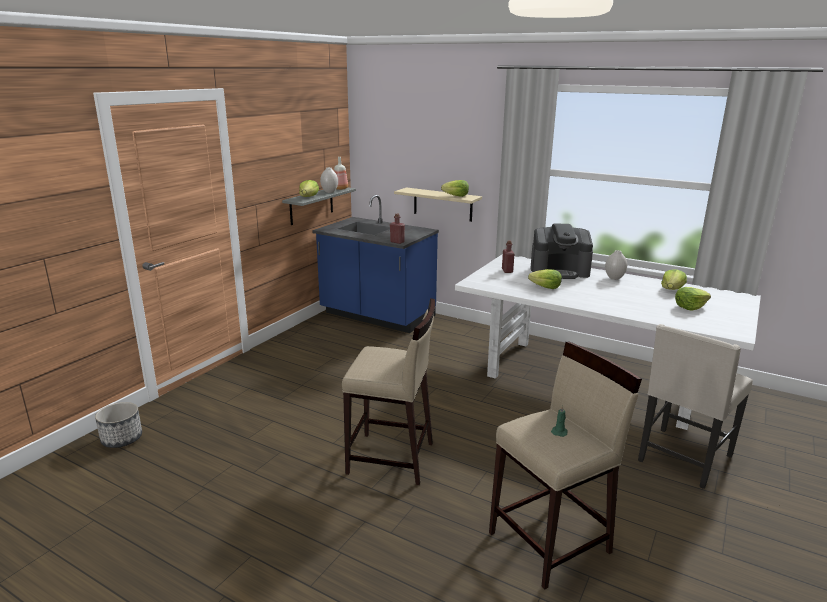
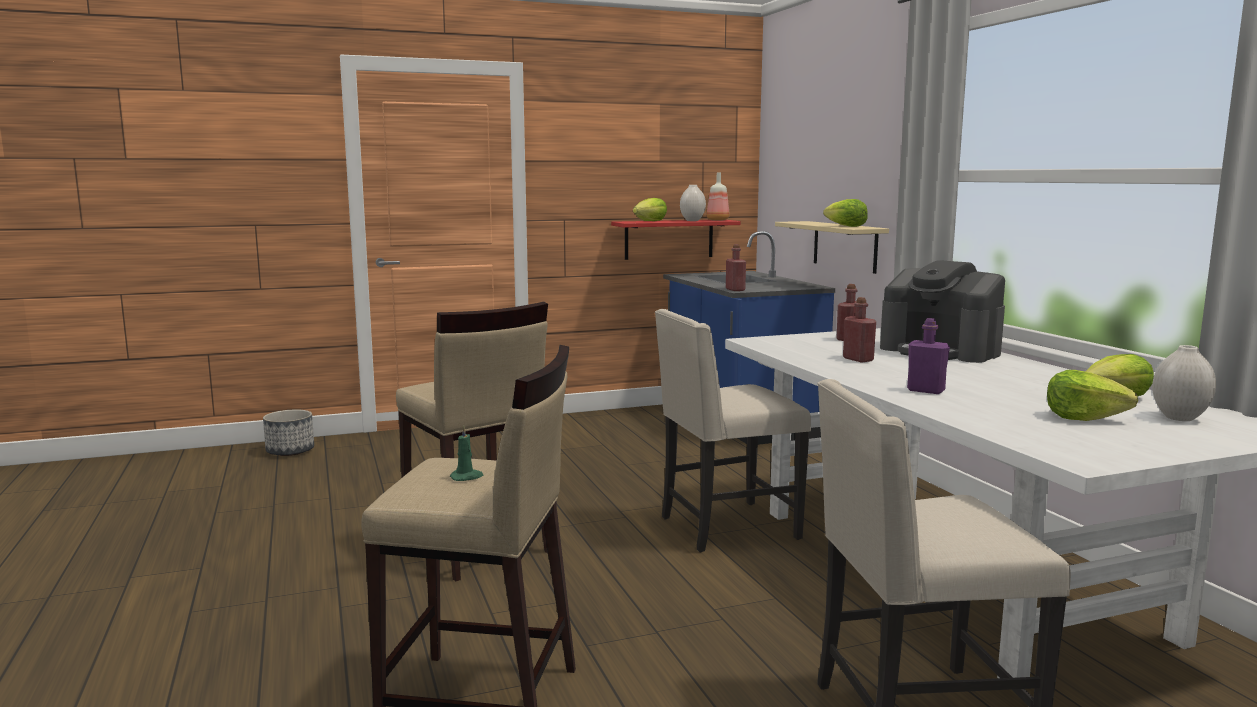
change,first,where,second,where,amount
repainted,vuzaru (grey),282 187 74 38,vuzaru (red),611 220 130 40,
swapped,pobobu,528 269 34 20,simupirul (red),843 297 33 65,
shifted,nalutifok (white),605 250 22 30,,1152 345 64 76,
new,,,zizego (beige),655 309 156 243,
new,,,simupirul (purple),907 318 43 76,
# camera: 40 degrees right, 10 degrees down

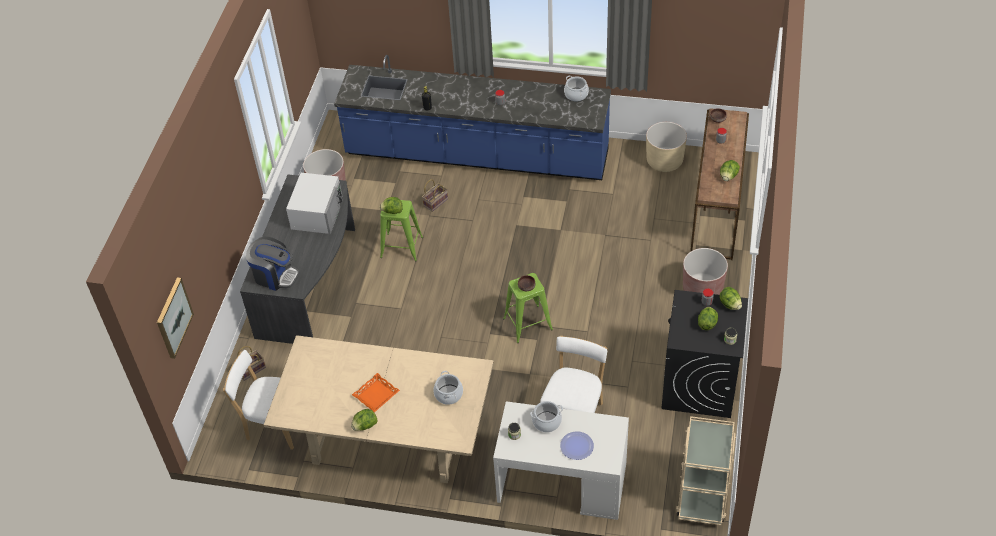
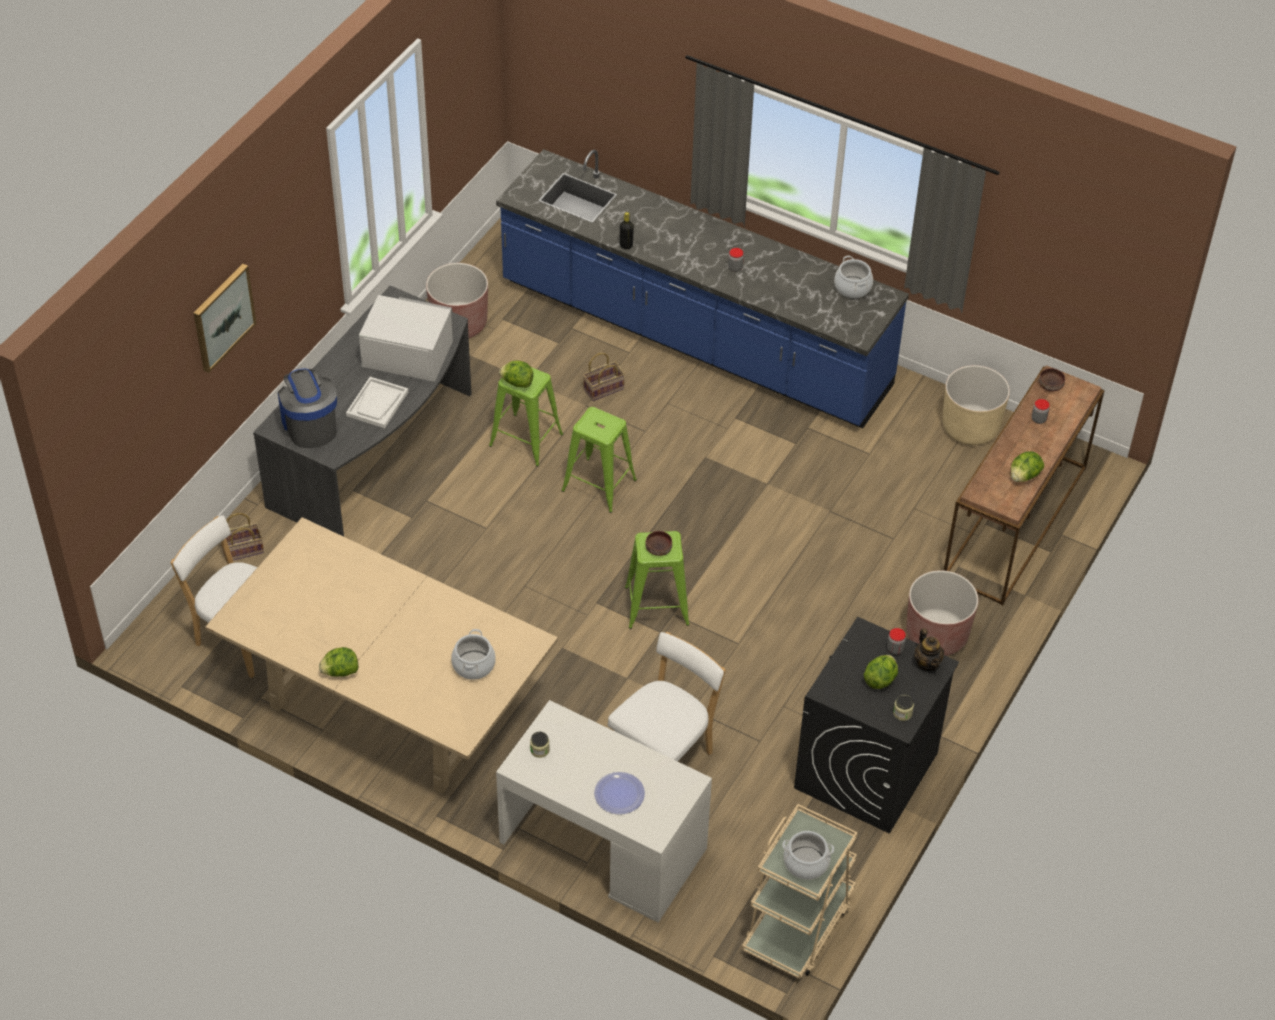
change,first,where,second,where,amount
shifted,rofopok,157 278 37 81,,194 264 63 109,
rotated,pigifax,246 237 54 54,,278 368 59 80,150 degrees counterclockwise
rotated,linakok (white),286 173 57 61,,359 295 95 87,105 degrees counterclockwise
gone,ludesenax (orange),352 373 48 39,,,
shifted,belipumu,530 401 33 31,,782 831 52 49,
swapped,pobobu,719 287 23 23,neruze,914 628 30 43,
new,,,ludesenax (white),346 377 62 51,
new,,,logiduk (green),561 407 76 106,
# camera: 15 degrees right, 0 degrees up

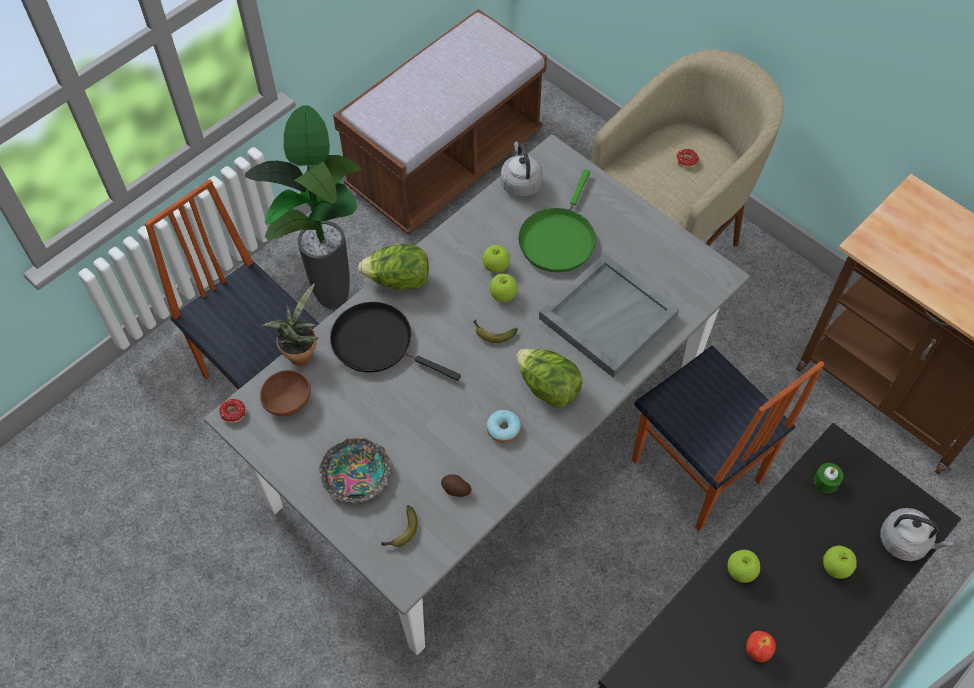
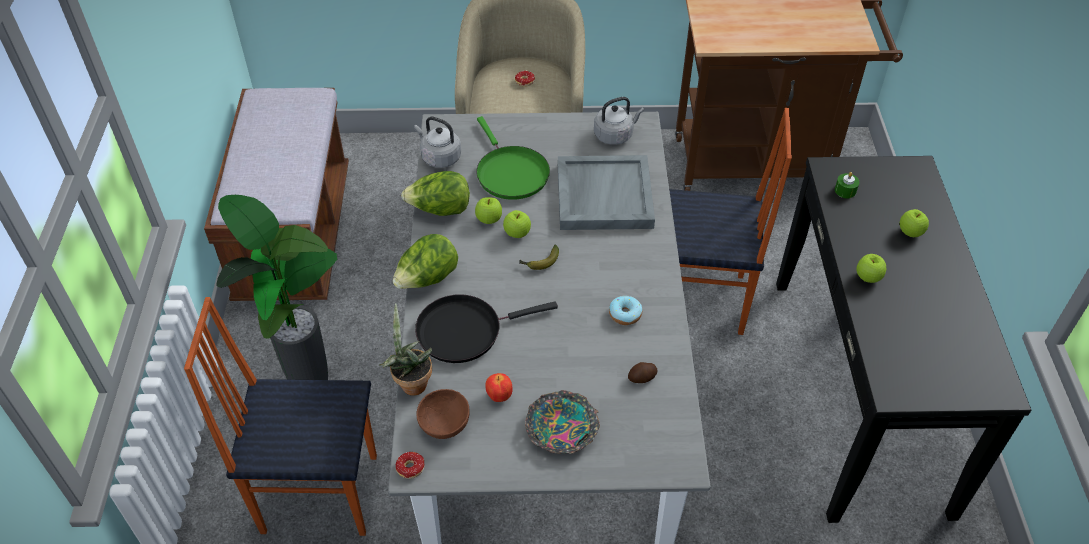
change,first,where,second,where,amount
gone,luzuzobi,381 505 37 42,,,
shifted,pobobu,516 349 67 58,,401 171 69 45,
shifted,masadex,746 631 30 31,,485 373 28 29,
shifted,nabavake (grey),880 508 73 53,,594 97 50 48,
# camera: 45 degrees left, 10 degrees down

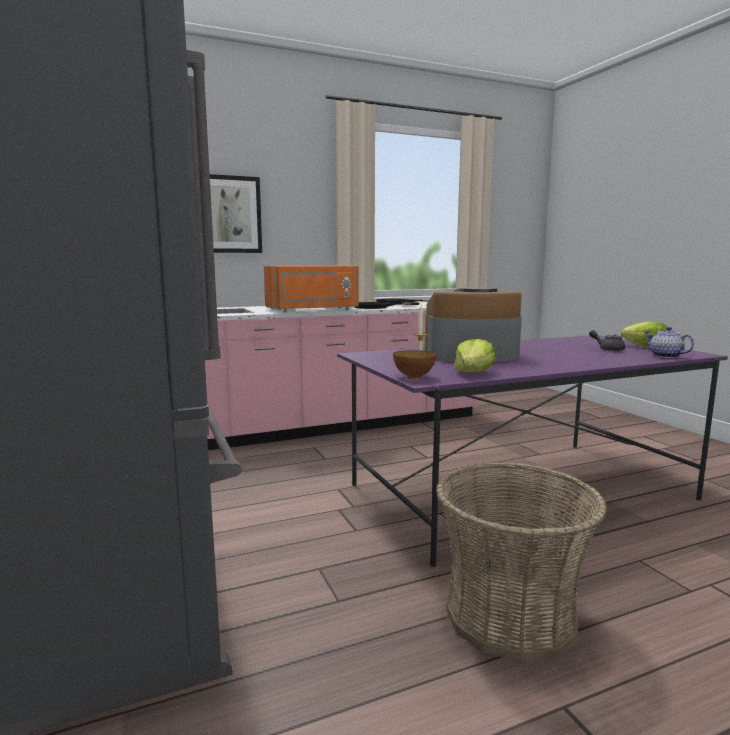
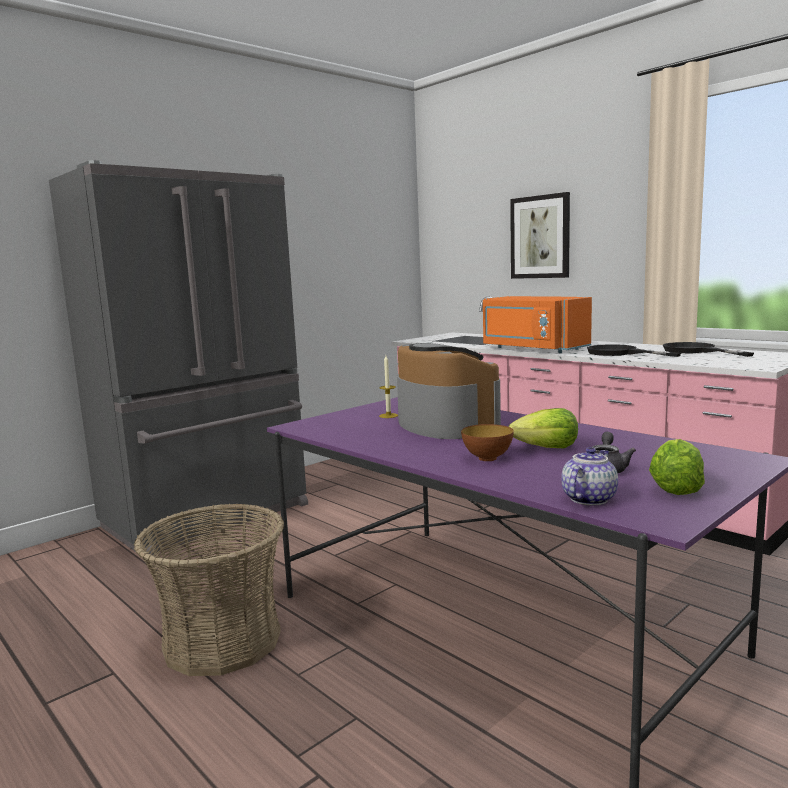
change,first,where,second,where,amount
shifted,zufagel,393 350 43 29,,461 424 53 37,
shifted,pobobu,454 338 42 34,,509 408 69 40,
# camera: 70 degrees right, 0 degrees up

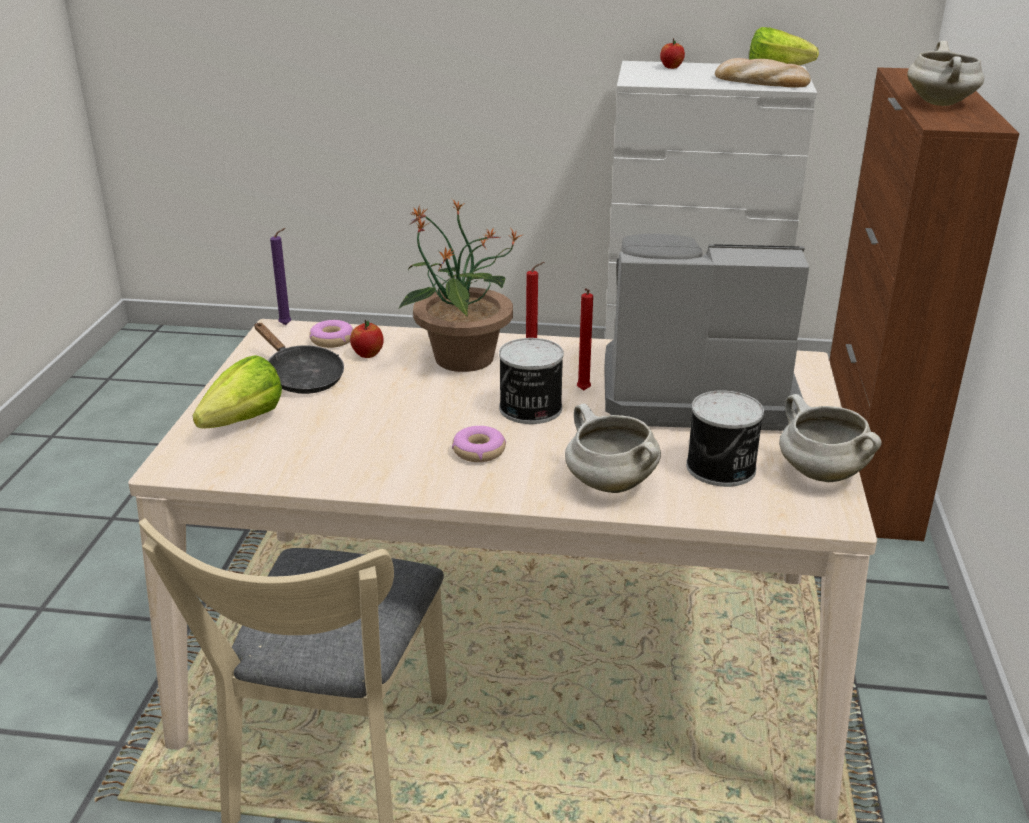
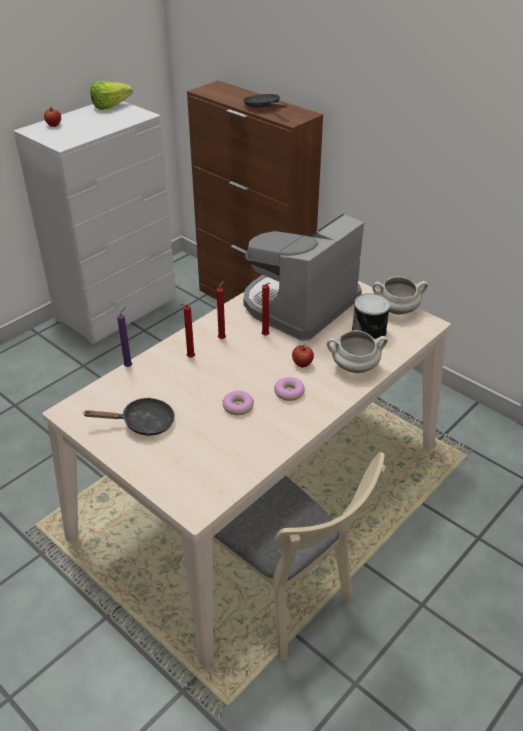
change,first,where,second,where,amount
gone,pobobu,193 355 89 73,,,
shifted,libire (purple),270 228 21 97,,117 307 15 60,
shifted,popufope,309 320 45 28,,222 391 32 24,
shifted,masadex,350 320 34 38,,292 345 22 22,
swapped,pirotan,398 199 124 173,libire (red),180 304 15 54,
gone,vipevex,499 338 65 86,,,
gone,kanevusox,715 58 96 30,,,
swapped,belipumu (white),907 41 77 65,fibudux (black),243 94 44 14,
# camera: 55 degrees left, 10 degrees up

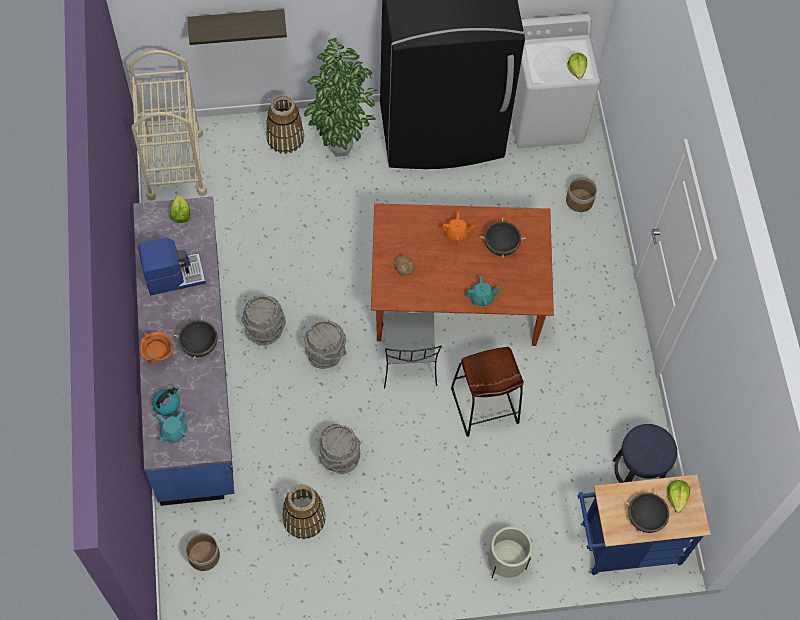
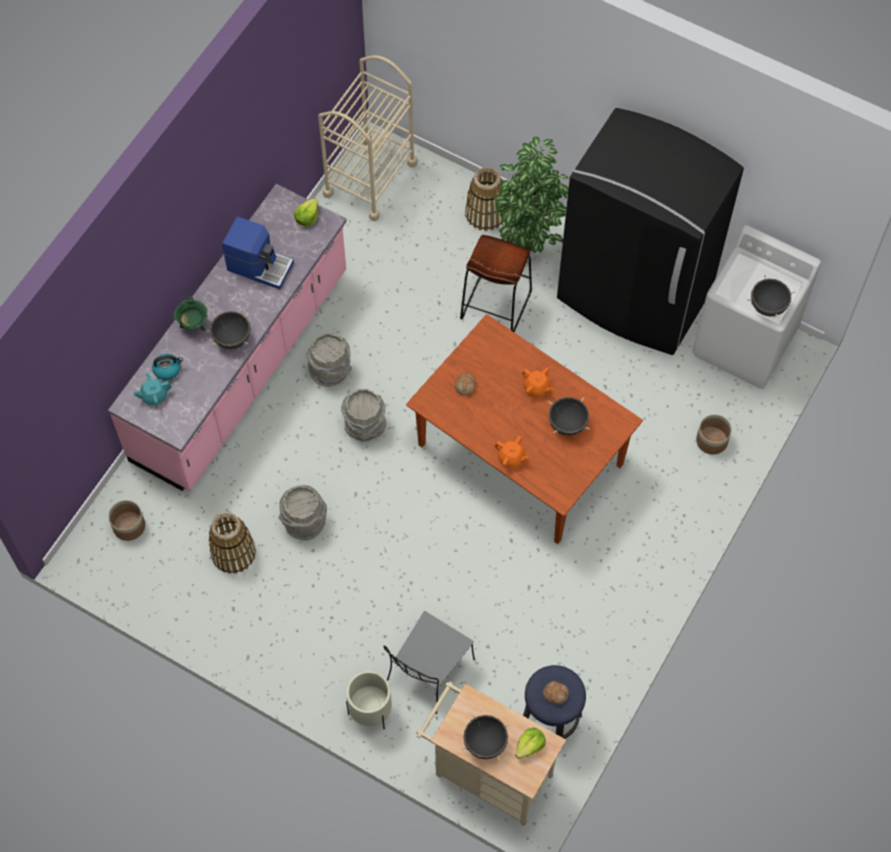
change,first,where,second,where,amount
repainted,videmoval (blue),133 197 101 309,videmoval (pink),108 184 239 307,
repainted,belipumu (orange),140 332 33 32,belipumu (green),173 296 34 35,
gone,vuzaru,188 9 99 36,,,
shifted,zizego (grey),382 312 60 77,,383 611 92 103,
shifted,logiduk (brown),451 347 73 90,,460 235 72 98,
repainted,neruze (turquoise),465 276 36 30,neruze (orange),495 436 35 32,
swapped,pobobu,567 53 20 26,belipumu (black),747 275 49 43,
repainted,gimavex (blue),577 475 134 100,gimavex (beige),416 682 150 144,
new,,,kanevusox,543 681 26 24,
# camera: 40 degrees right, 0 degrees up

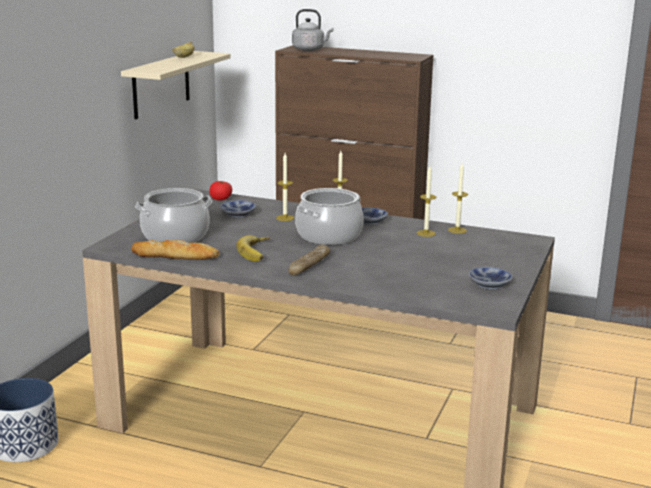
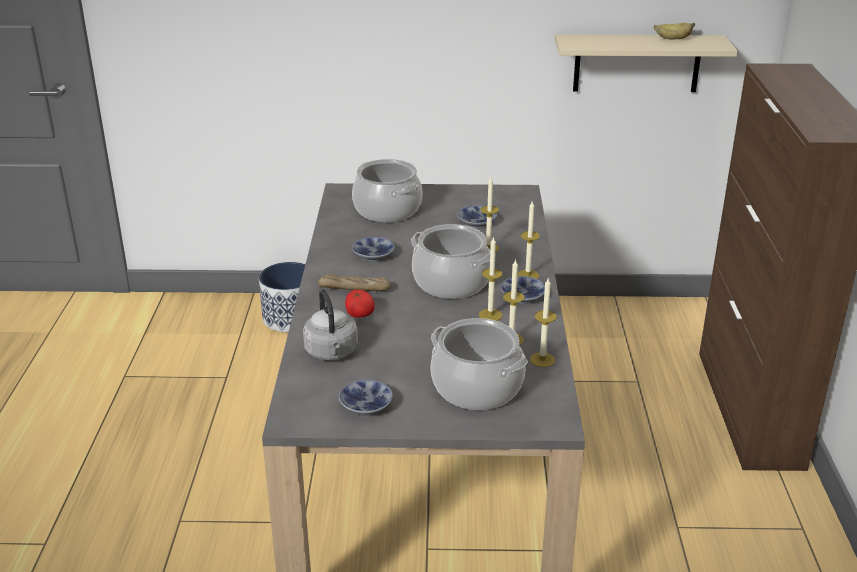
change,first,where,second,where,amount
gone,kanevusox,131 240 89 20,,,
shifted,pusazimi,209 181 23 20,,345 290 30 28,
swapped,luzuzobi,236 235 34 27,zufagel,352 237 43 25,
shifted,nabavake (grey),292 9 41 42,,303 289 55 72,
new,,,belipumu,430 318 98 92,
new,,,libire,479 236 23 85,
# camera: 70 degrees right, 10 degrees up

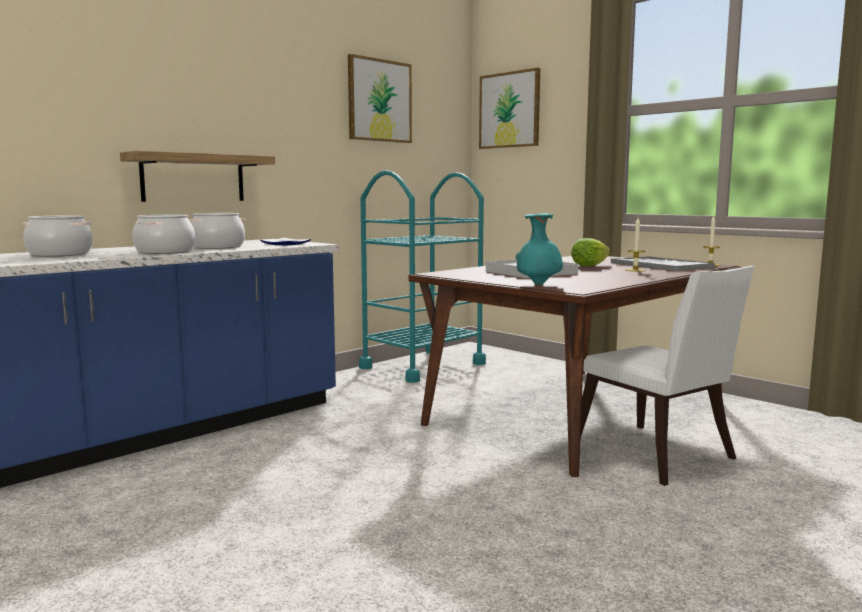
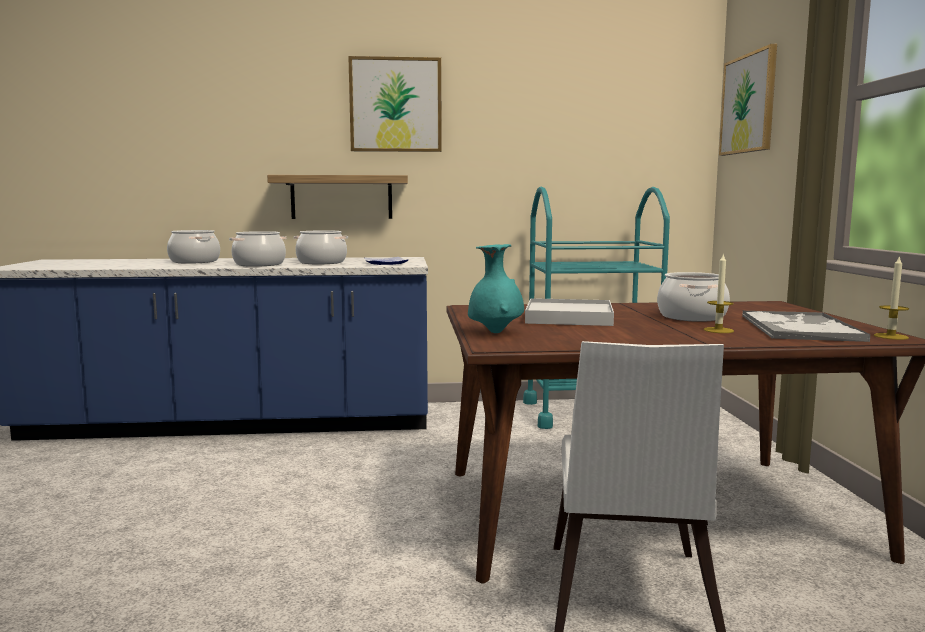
change,first,where,second,where,amount
shifted,rofopok,348 54 64 89,,348 56 94 96,
swapped,pobobu,571 238 39 28,belipumu,657 272 73 50,
# camera: 40 degrees right, 0 degrees up

